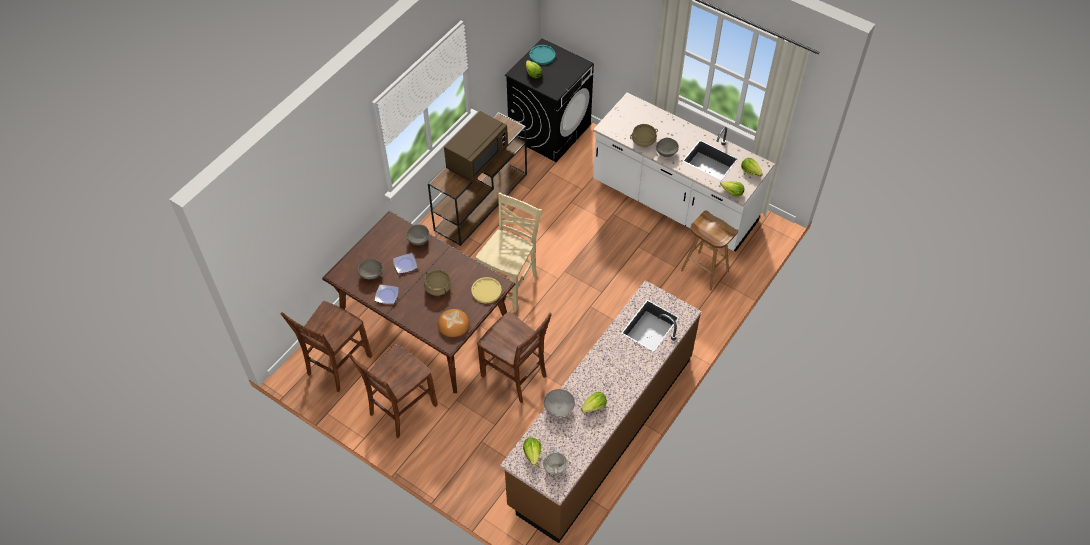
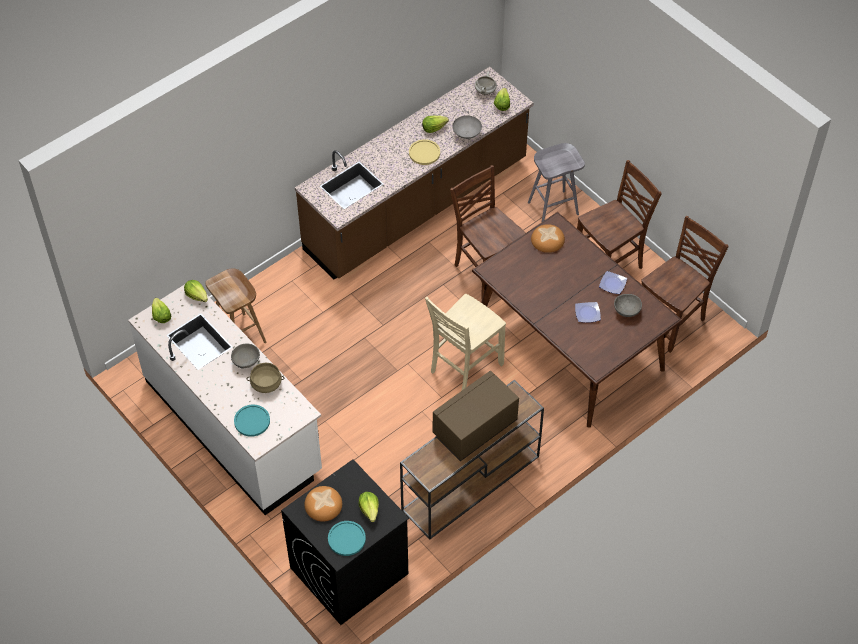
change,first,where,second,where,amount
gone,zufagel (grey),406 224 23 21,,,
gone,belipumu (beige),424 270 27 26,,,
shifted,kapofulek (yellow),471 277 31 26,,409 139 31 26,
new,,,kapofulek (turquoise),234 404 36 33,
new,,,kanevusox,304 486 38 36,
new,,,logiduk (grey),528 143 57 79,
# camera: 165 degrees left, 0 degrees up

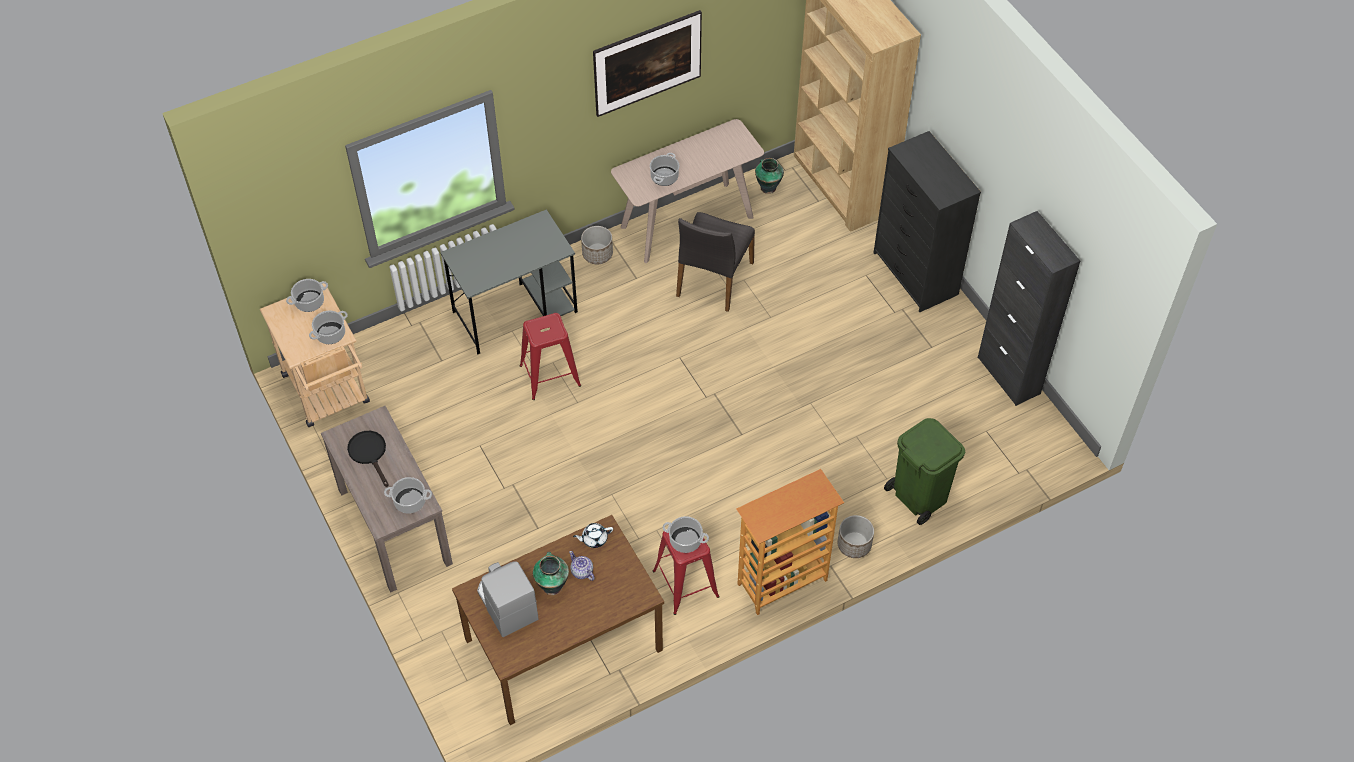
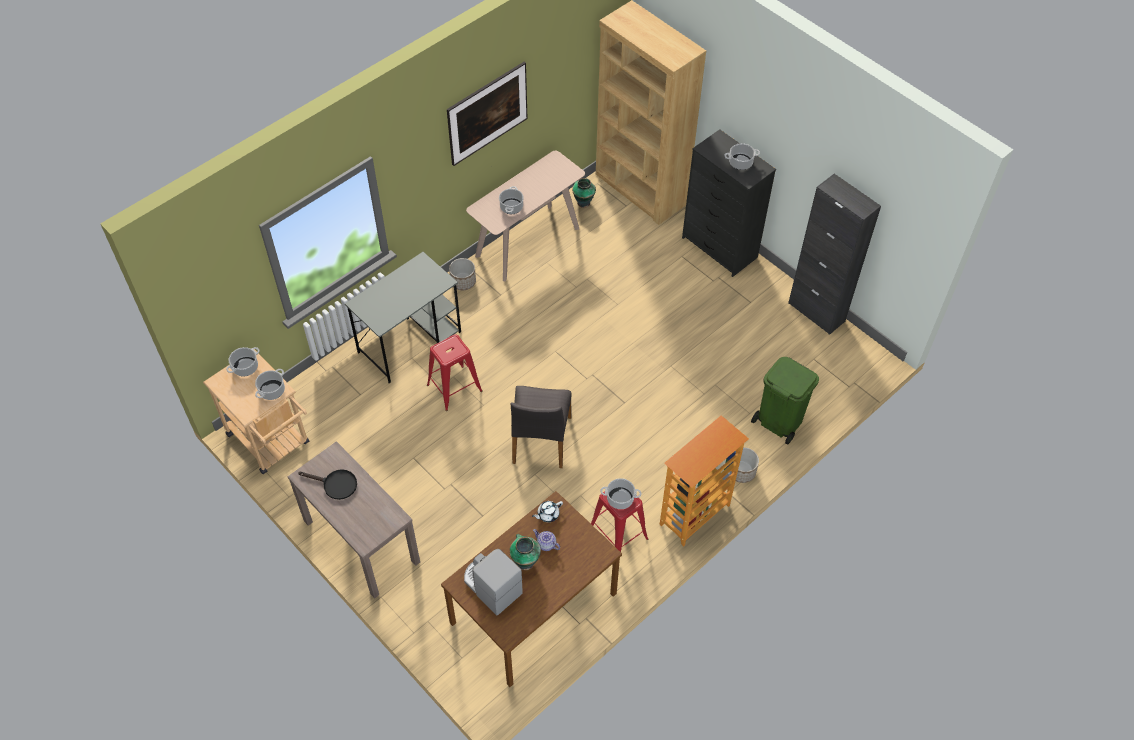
change,first,where,second,where,amount
rotated,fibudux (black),347 431 42 56,,298 469 59 31,150 degrees clockwise
shifted,belipumu,384 477 48 37,,725 143 35 27,
shifted,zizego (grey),676 212 79 100,,511 386 61 82,
# camera: 15 degrees left, 0 degrees up

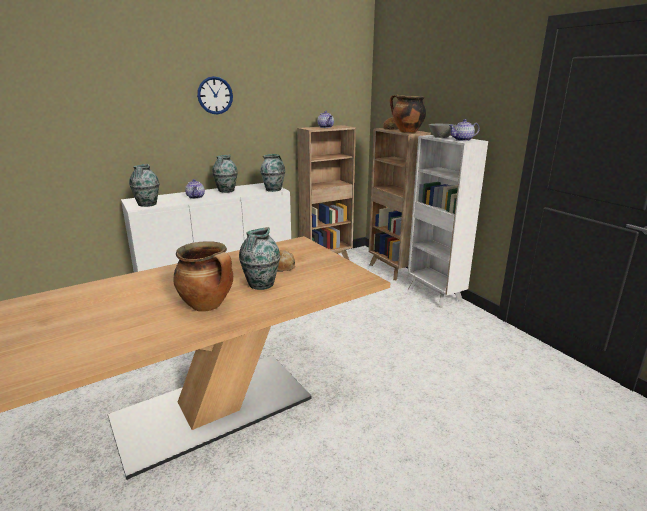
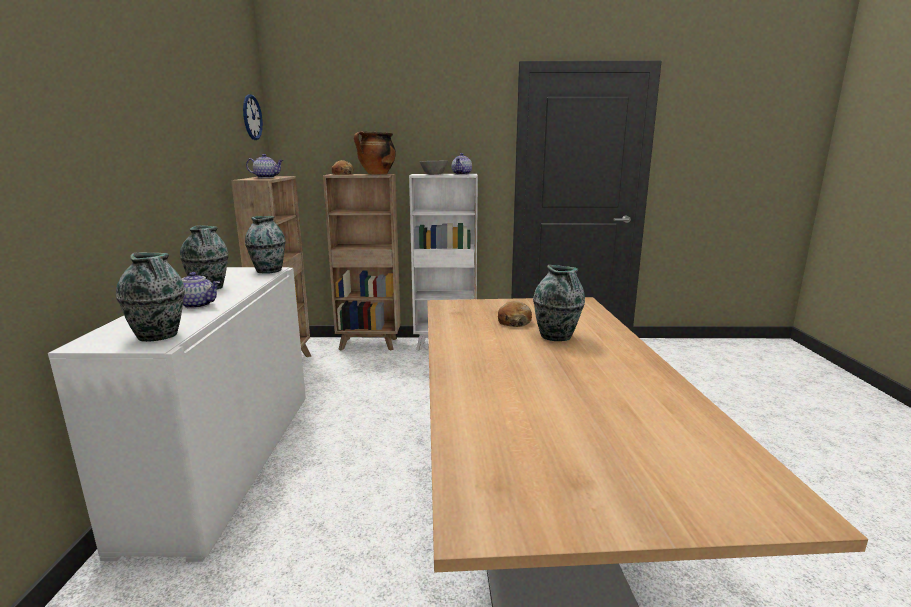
change,first,where,second,where,amount
gone,belipumu,174 241 59 71,,,
shifted,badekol,197 76 36 38,,243 94 20 46,
# camera: 60 degrees left, 5 degrees down

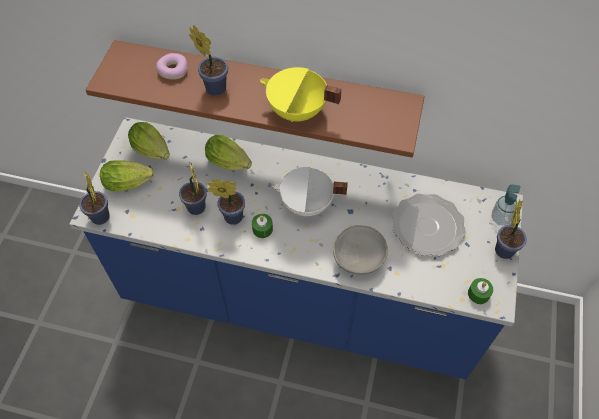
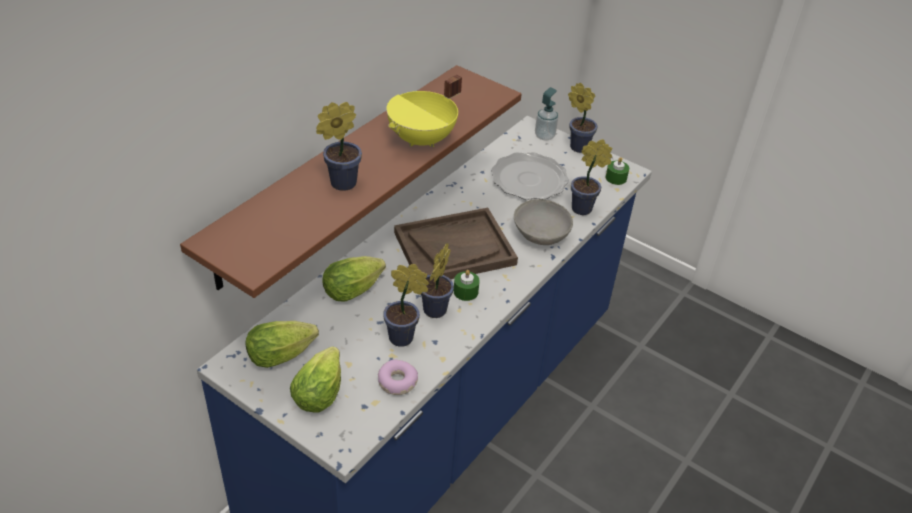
change,first,where,second,where,amount
shifted,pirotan,79 172 31 53,,571 139 41 76,
shifted,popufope,156 53 32 27,,378 360 40 35,
swapped,belipumu (white),272 167 76 49,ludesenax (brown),394 208 124 71,
# camera: 70 degrees left, 15 degrees down

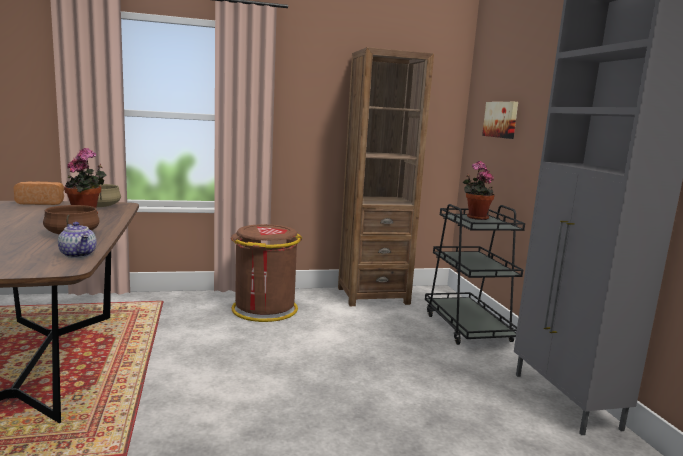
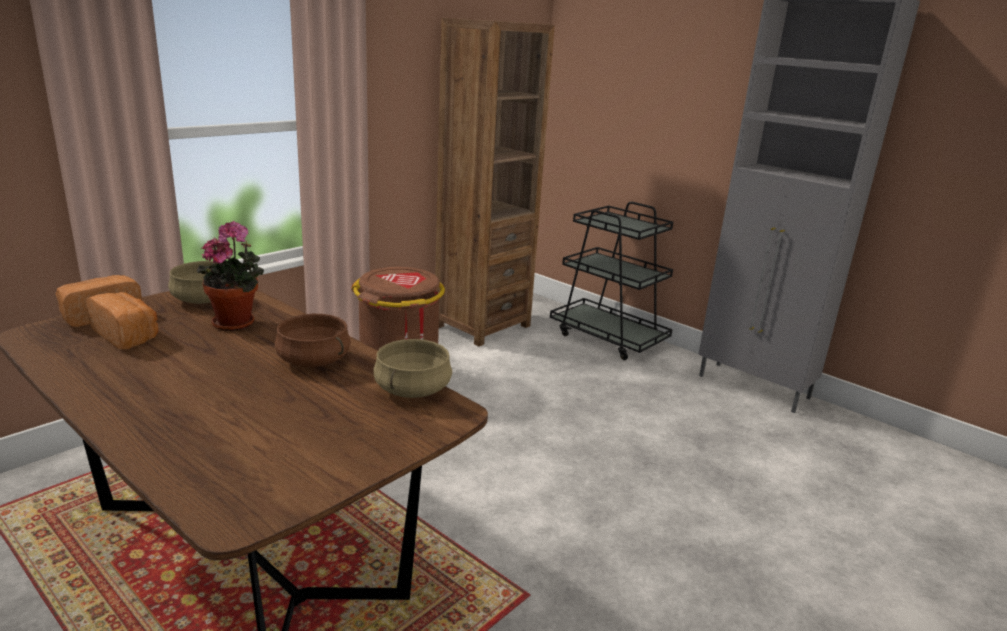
change,first,where,second,where,amount
swapped,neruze,58 222 39 36,belipumu (beige),373 339 79 59,
gone,pirotan,463 161 32 59,,,
gone,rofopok,482 102 36 37,,,
new,,,kanevusox,86 292 72 57,
# camera: 35 degrees left, 10 degrees up

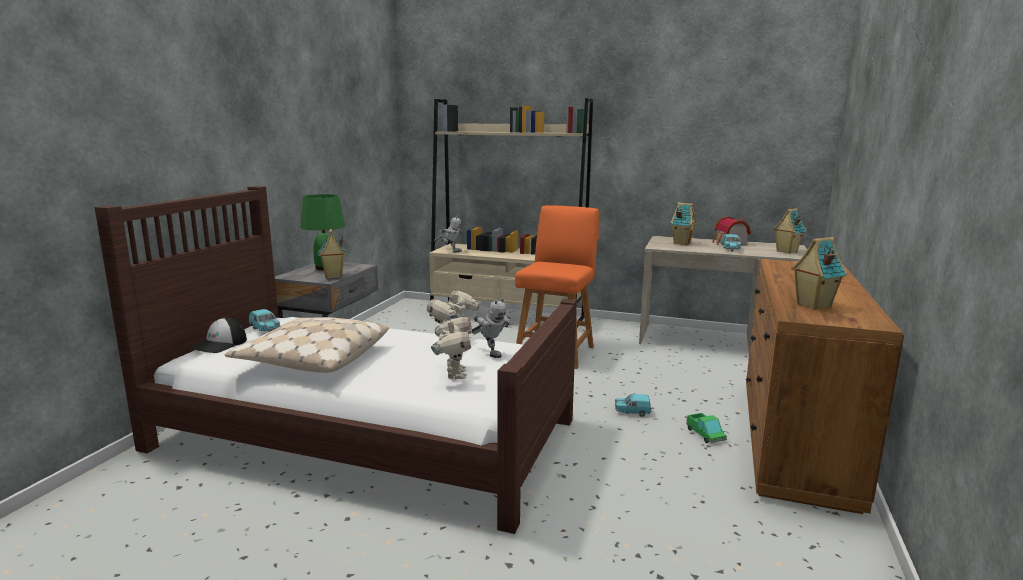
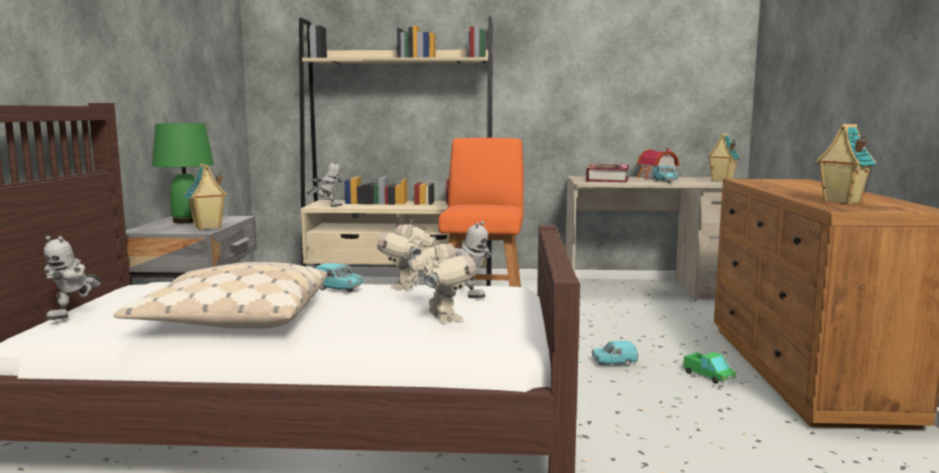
change,first,where,second,where,amount
swapped,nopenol,190 318 57 35,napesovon,44 236 57 84,
shifted,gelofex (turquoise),249 309 31 23,,315 263 49 29,
swapped,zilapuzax,671 203 26 42,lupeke,586 164 43 18,
# camera: 15 degrees left, 5 degrees down

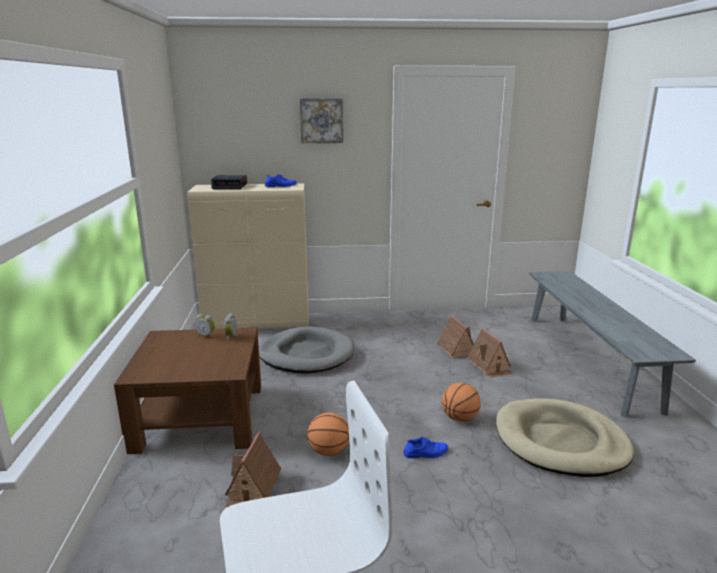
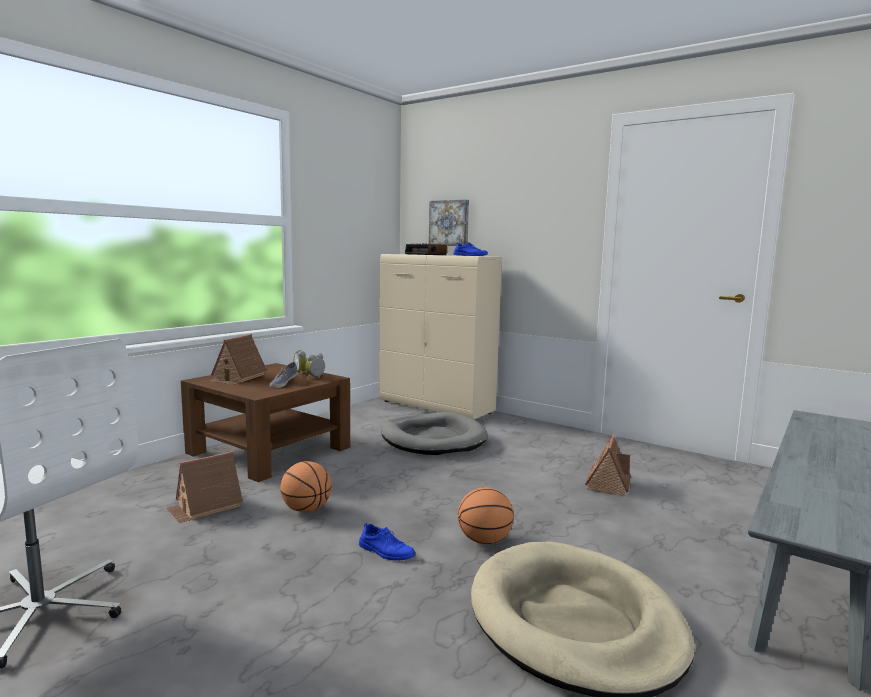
change,first,where,second,where,amount
shifted,rofopok,300 98 43 45,,429 200 40 46,
shifted,zilapuzax,467 329 45 49,,208 334 59 51,
new,,,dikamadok,269 362 29 26,
# camera: 40 degrees right, 10 degrees down

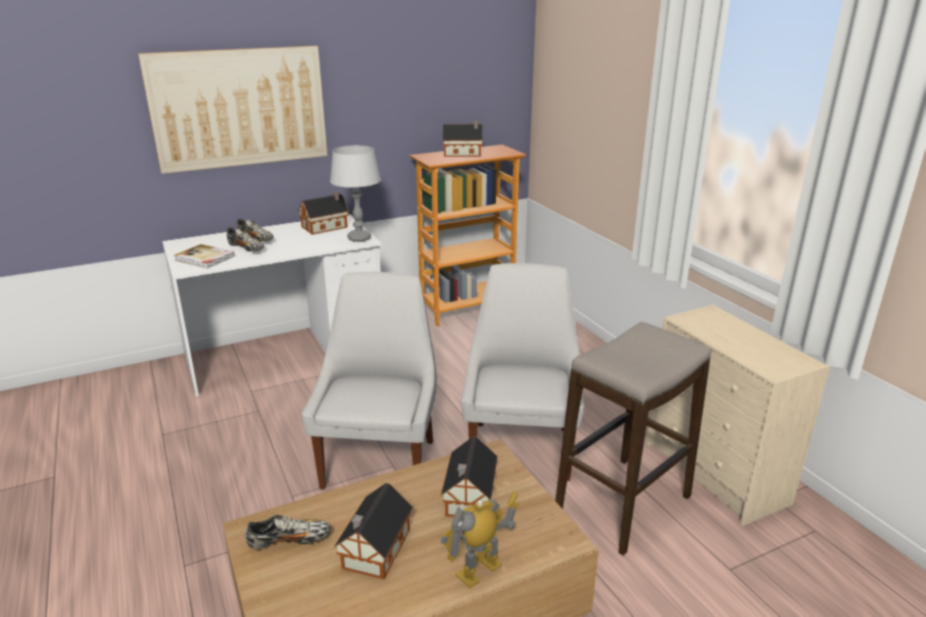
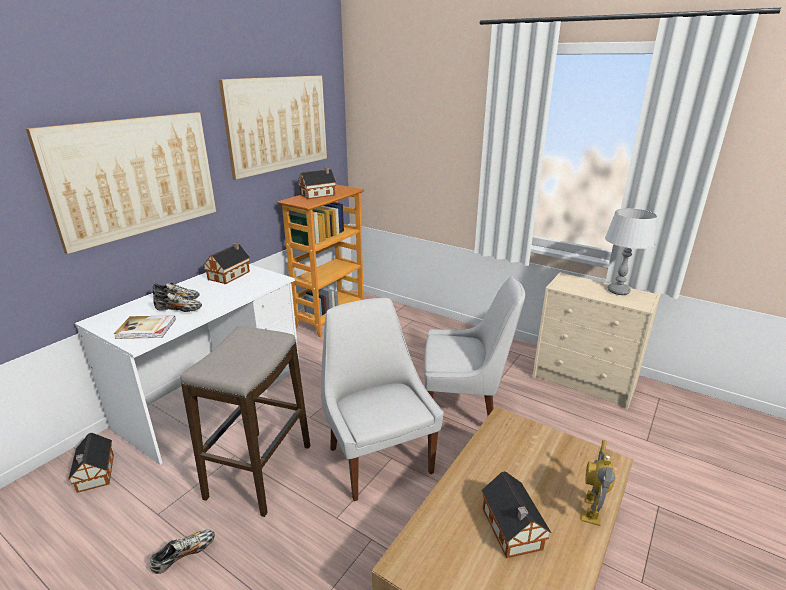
change,first,where,second,where,amount
shifted,dikamadok,245 515 86 35,,149 530 66 44,
shifted,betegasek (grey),330 145 51 97,,605 208 52 87,
shifted,zilapuzax,441 437 57 80,,68 433 46 60,
rotated,zizego (white),461 263 123 218,,424 276 101 140,120 degrees clockwise
shifted,logiduk,555 322 156 233,,180 326 130 191,
new,,,rofopok,219 76 108 104,
# camera: 30 degrees left, 0 degrees up

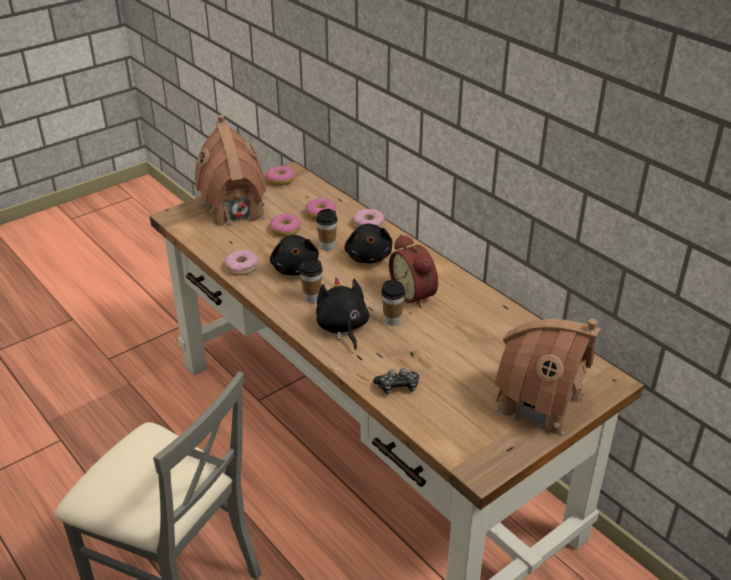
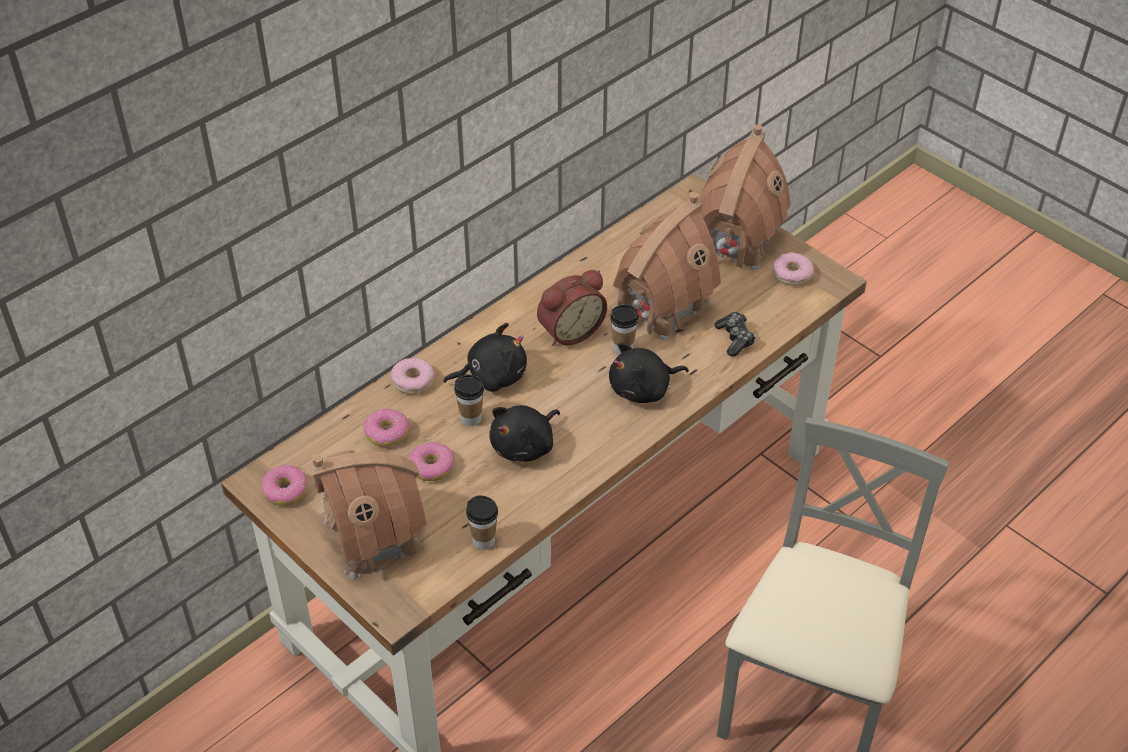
change,first,where,second,where,amount
shifted,popufope,225 250 34 25,,773 252 41 34,
rotated,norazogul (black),270 235 49 40,,489 405 71 56,150 degrees clockwise
shifted,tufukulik,299 258 24 45,,466 495 32 55,
new,,,zilapuzax,613 192 108 148,
# camera: 95 degrees left, 10 degrees up

